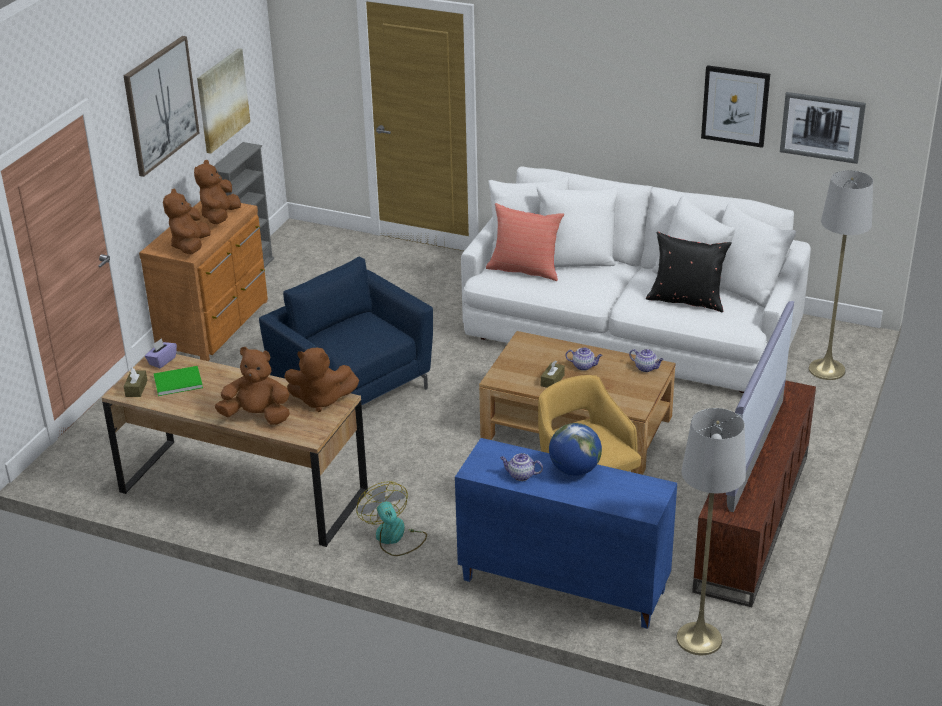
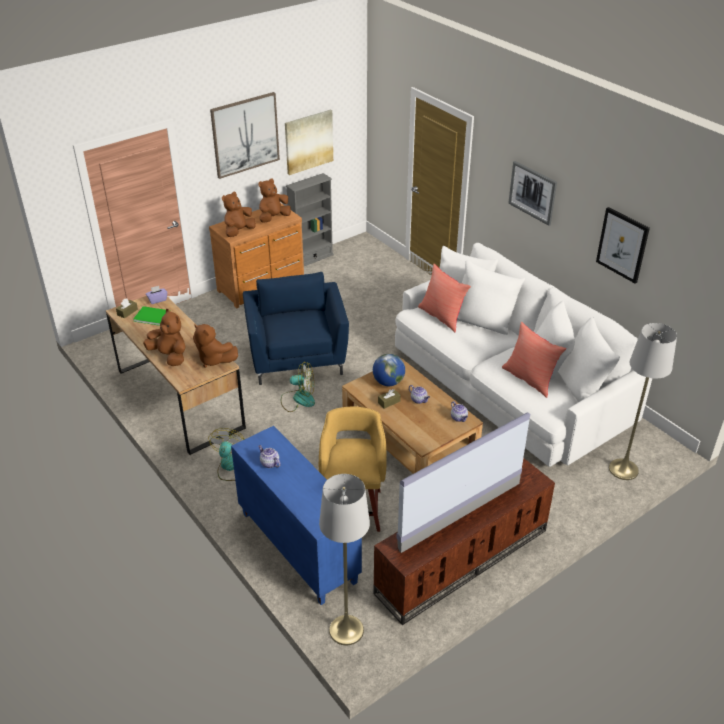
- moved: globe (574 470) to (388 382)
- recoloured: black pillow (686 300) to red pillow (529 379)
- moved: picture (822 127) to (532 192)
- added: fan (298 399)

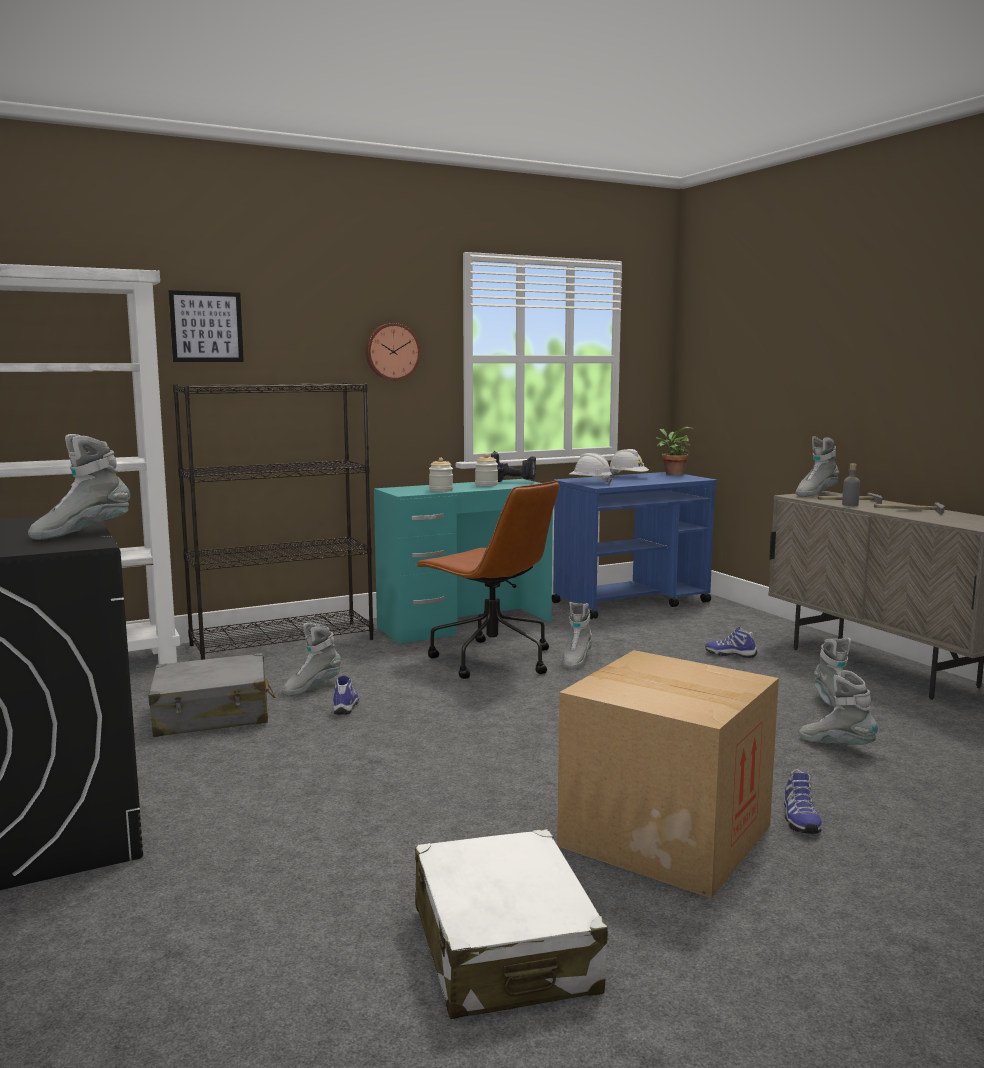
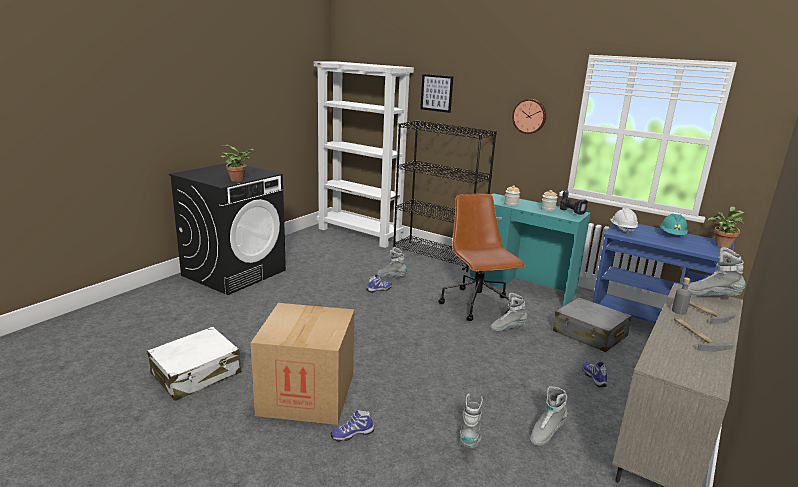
- replaced: grey boot (81 534) to potted plant (239 180)
- moved: grey suitcase (213 715) to (589 334)
- turned: brown office chair (490 659) = (477 305) 150 degrees clockwise
- recoloured: white hard hat (628 477) to turquoise hard hat (672 235)

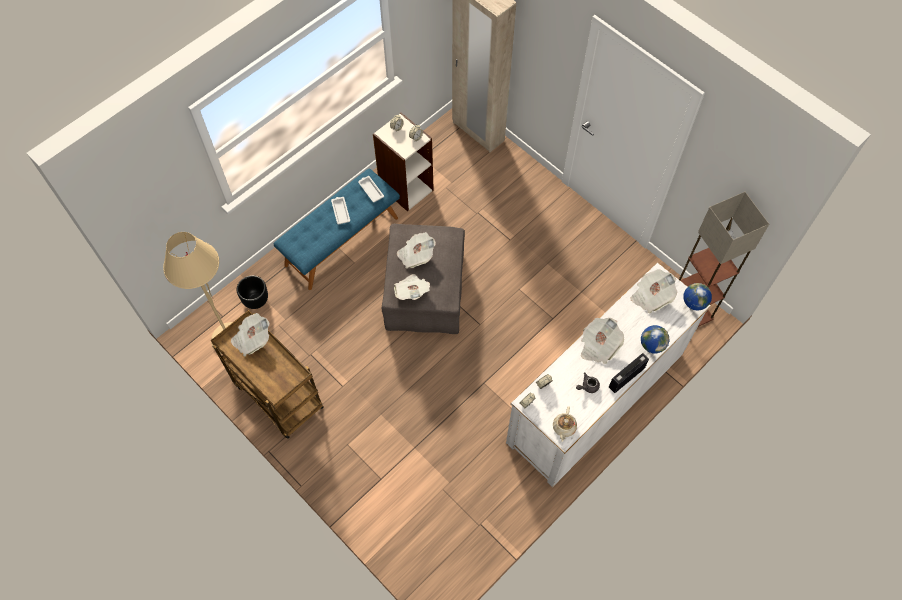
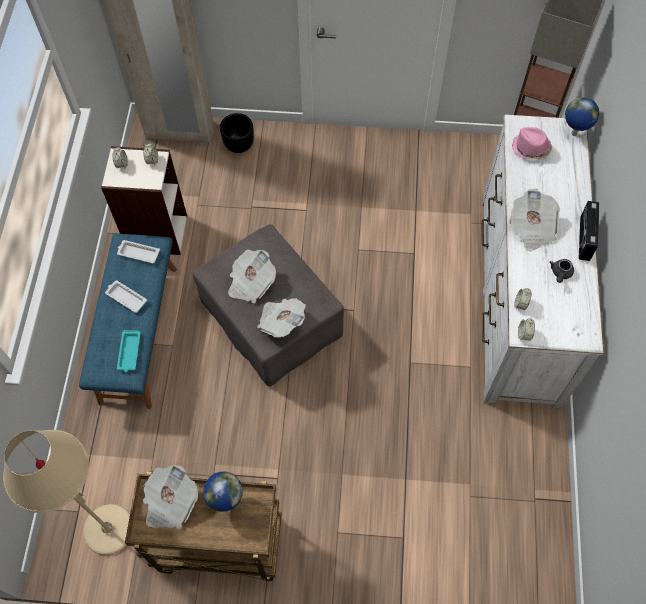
- moved: black planter (256 301) to (239 146)
- removed: beige teapot (564 427)
- replaced: newspaper (651 296) to pink hat (530 148)
- moved: globe (649 349) to (226 500)
- added: turquoise tray (129 352)

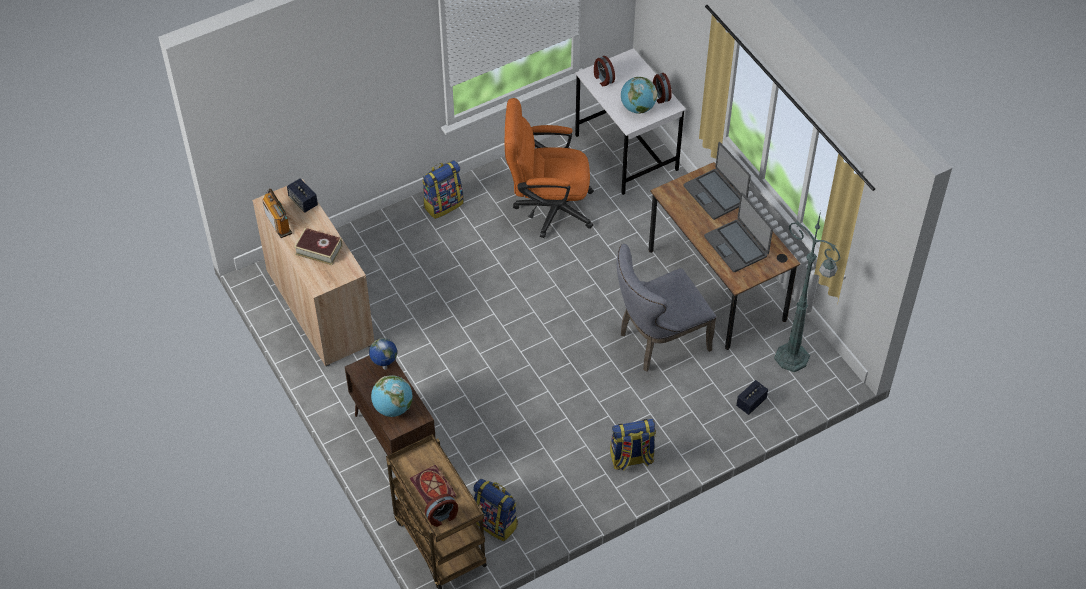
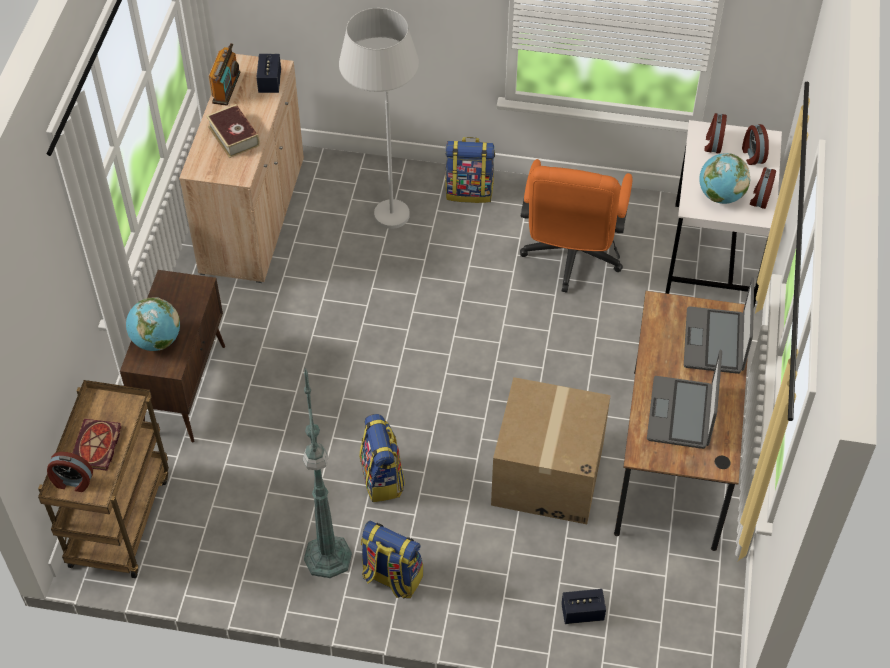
- removed: globe (384 368)
- moved: backpack (496 523) to (382 478)
- turned: orange office chair (547 208) = (570 259) 120 degrees counterclockwise
- replaced: grey chair (658 341) to cardboard box (547 474)
- moved: green floor lamp (793 358) to (328 559)
- added: white floor lamp (385 201)
- added: alarm clock (752 155)

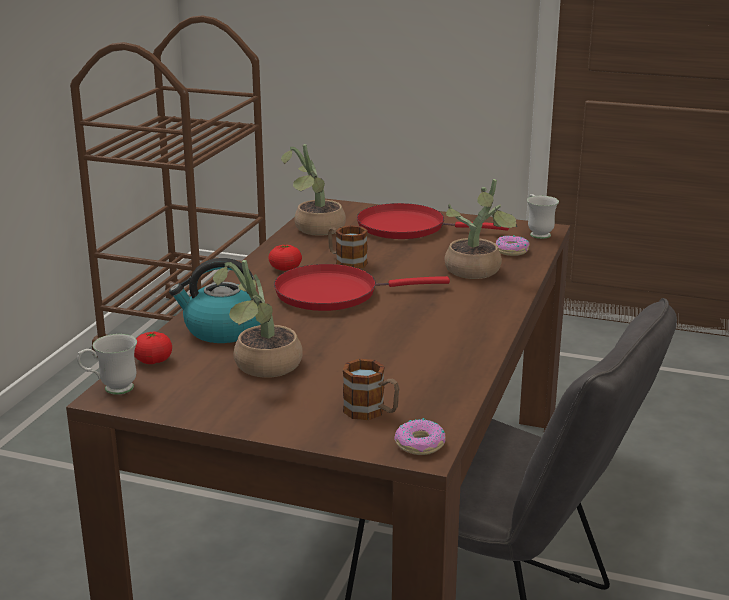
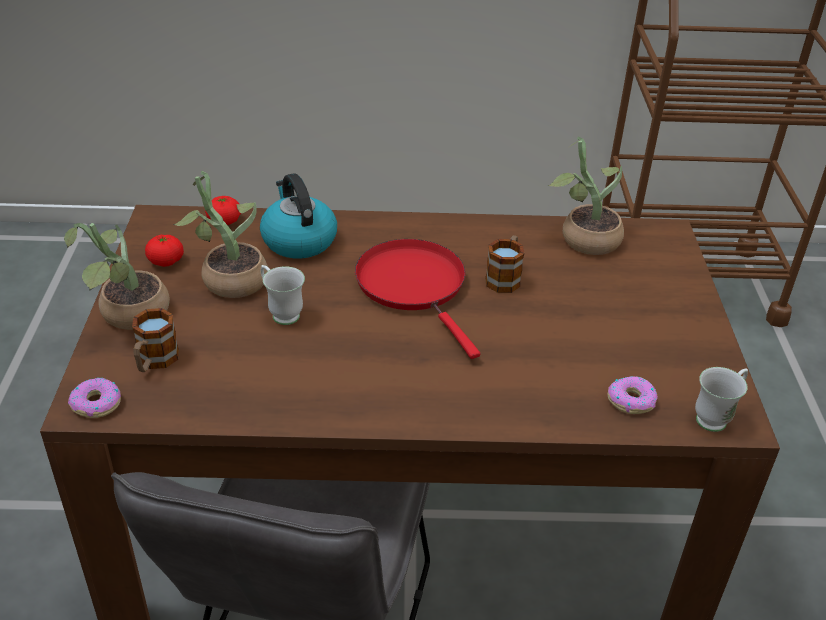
- moved: white mug (111 389) to (281 313)
- moved: tomato (285 268) to (166 261)
- removed: red frying pan (407 227)
- moved: potted plant (476 272) to (128 316)

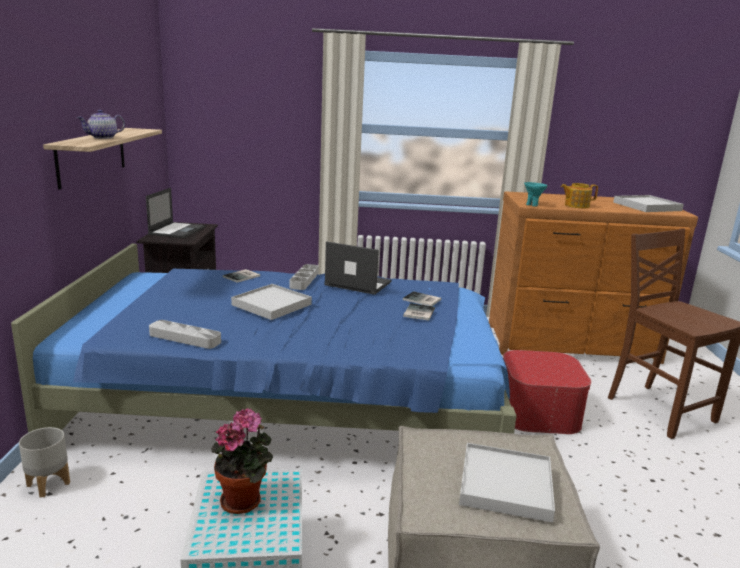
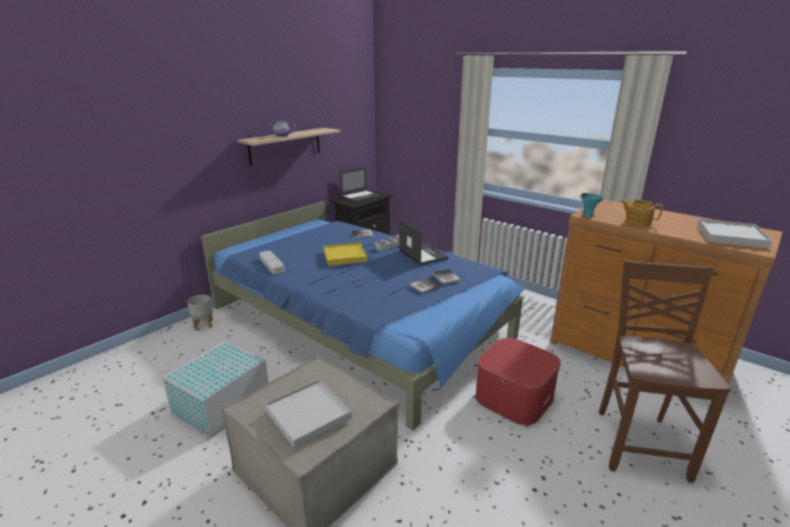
- removed: potted plant (244 500)
- recoloured: white tray (272 305) to yellow tray (345 256)

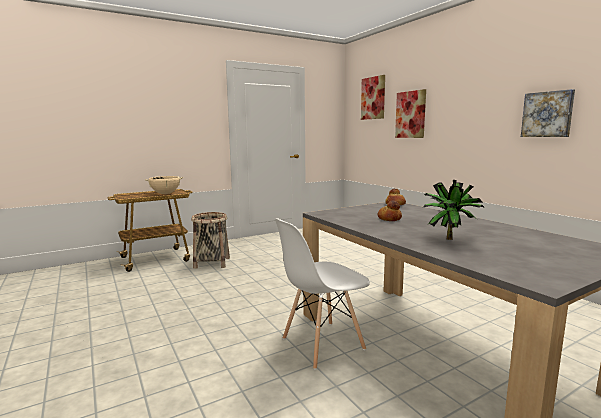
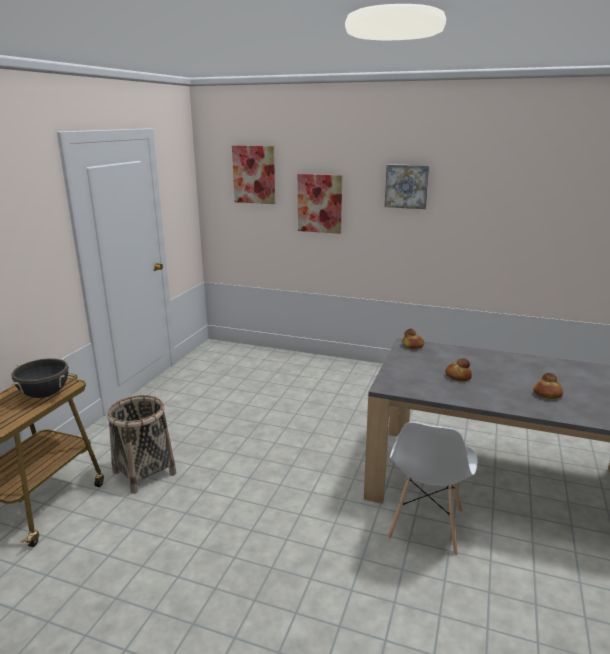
- recoloured: beige cooking pot (165 194) to black cooking pot (45 394)
- replaced: potted plant (448 238) to bread (547 394)
- moved: picture (547 114) to (406 186)

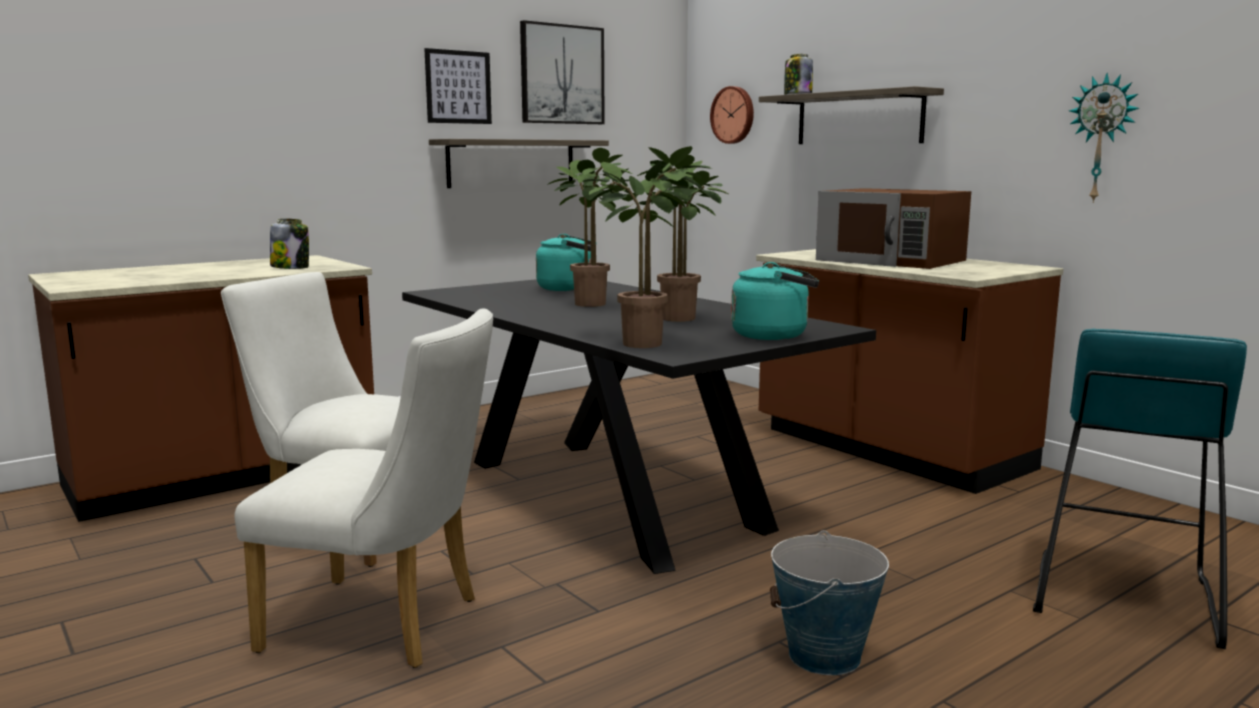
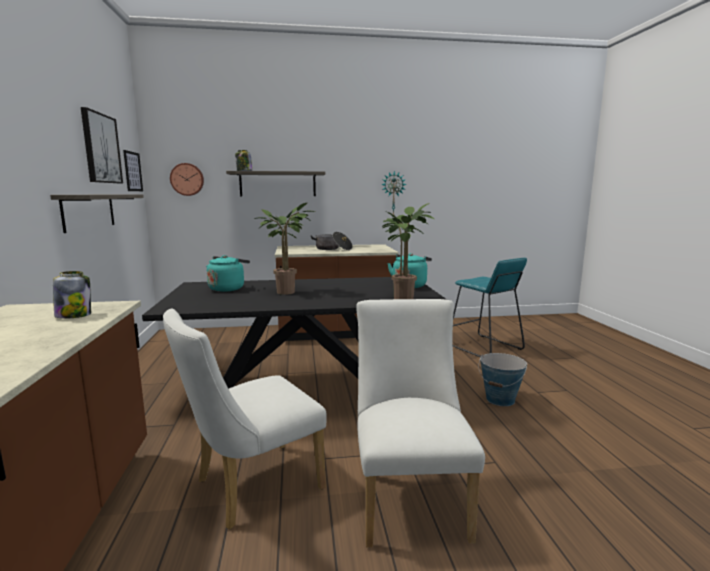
- turned: white chair (387 625) = (409 497) 45 degrees counterclockwise
- moved: picture (458 87) to (132 171)
- removed: potted plant (681 319)
- replaced: brown microwave (891 260) to cooking pot (332 249)

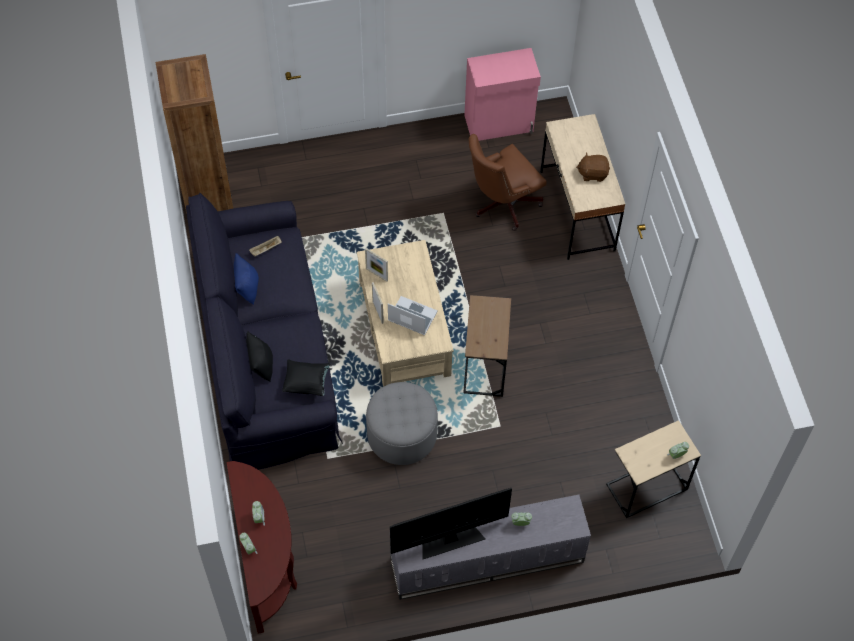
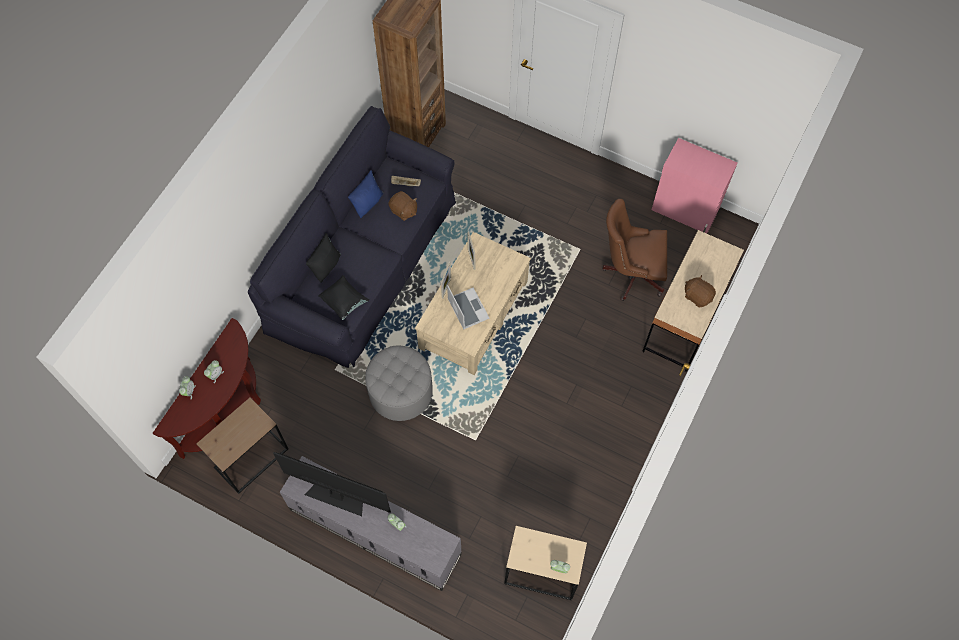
- moved: brown side table (485 365) to (251 458)
- added: brown plush toy (403 211)

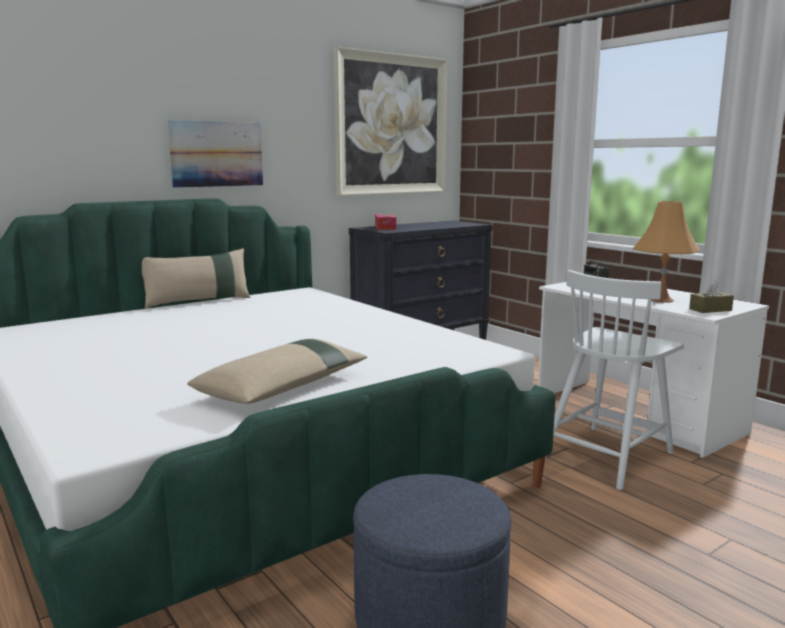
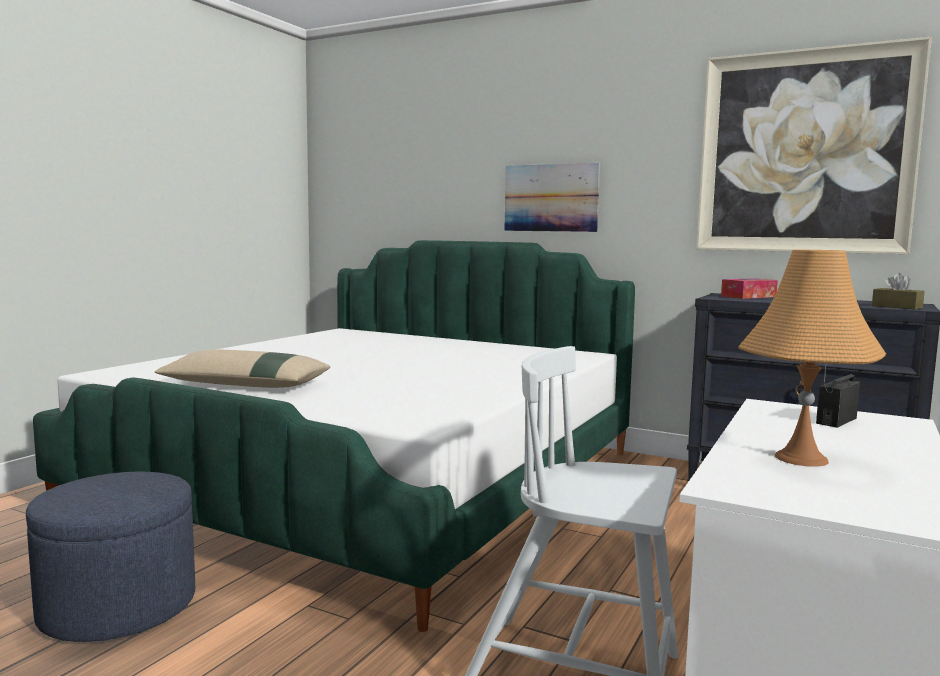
- removed: beige pillow (198 301)
- moved: brown tissue box (710 309) to (896 307)

